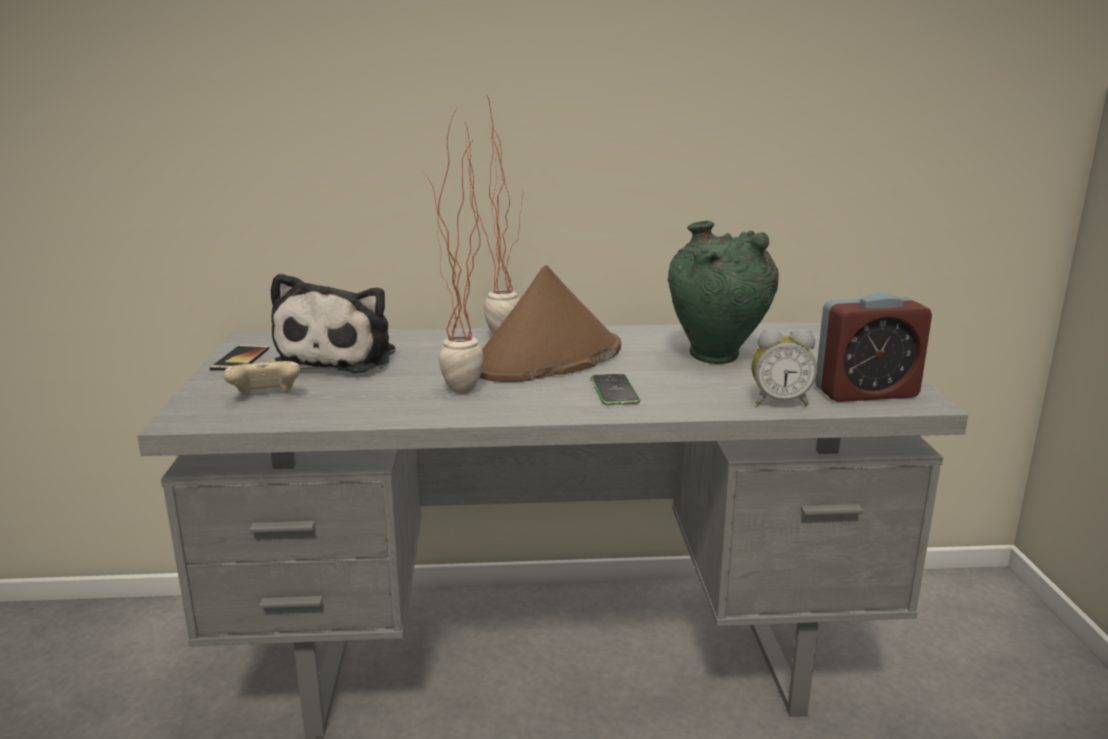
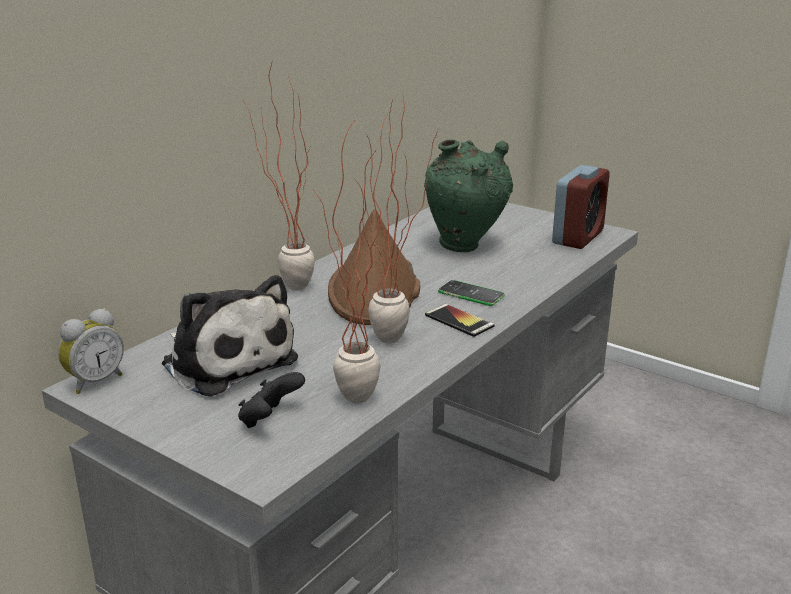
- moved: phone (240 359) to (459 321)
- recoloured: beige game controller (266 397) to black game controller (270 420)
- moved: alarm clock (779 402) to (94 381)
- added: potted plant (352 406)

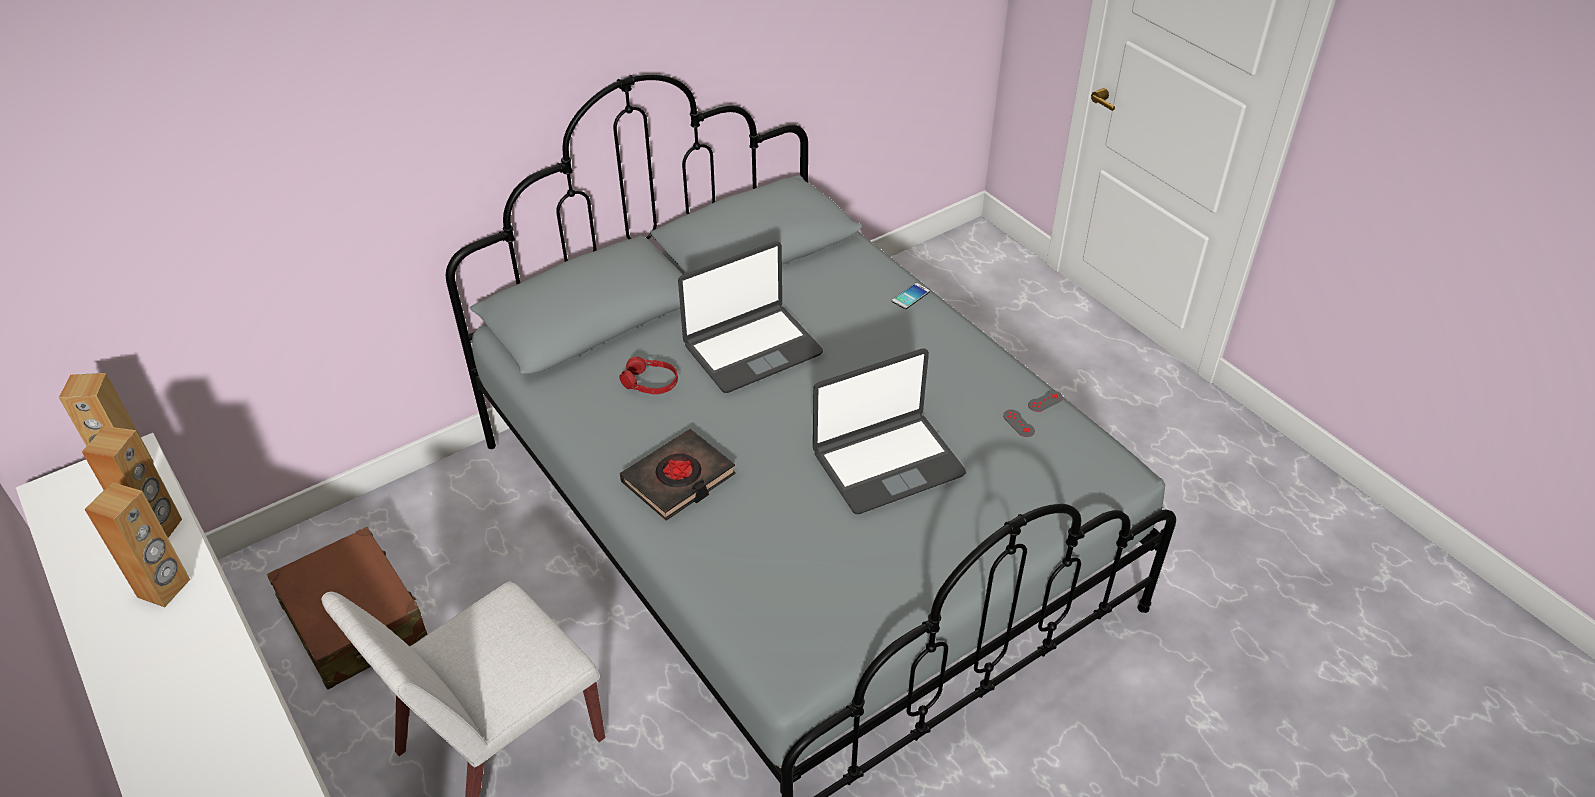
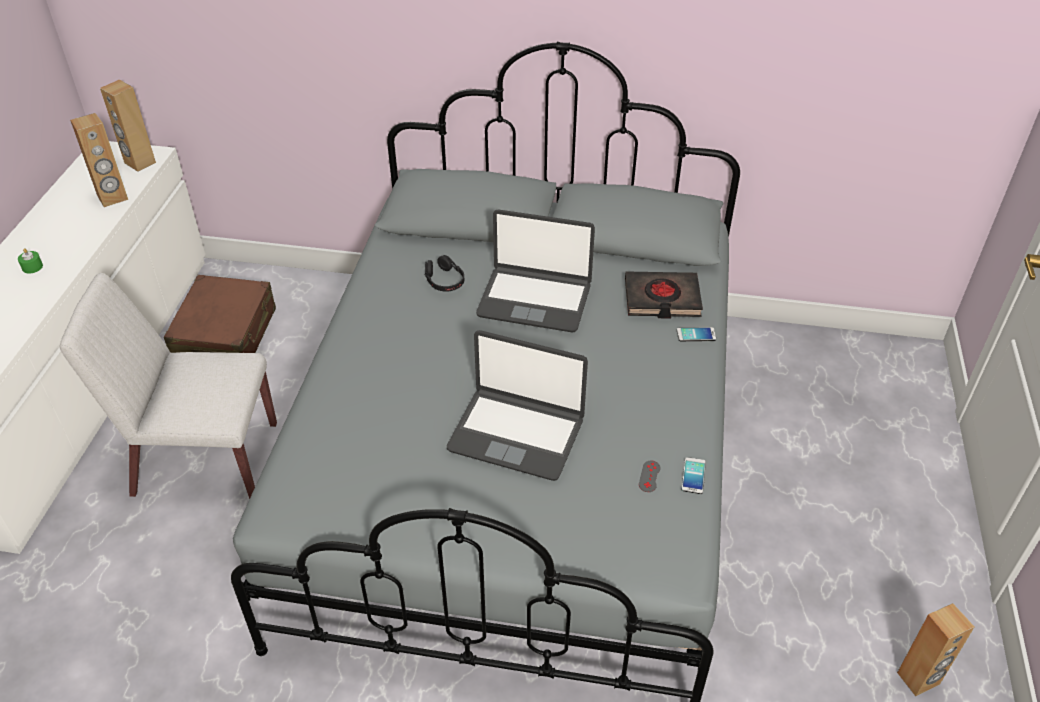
- moved: brown speaker (164 588) to (918 679)
- recoloured: red headphones (650 383) to black headphones (444 281)
- moved: black book (679 479) to (662 299)
- replaced: grey game controller (1045 401) to phone (693 476)
- added: green candle (32 267)

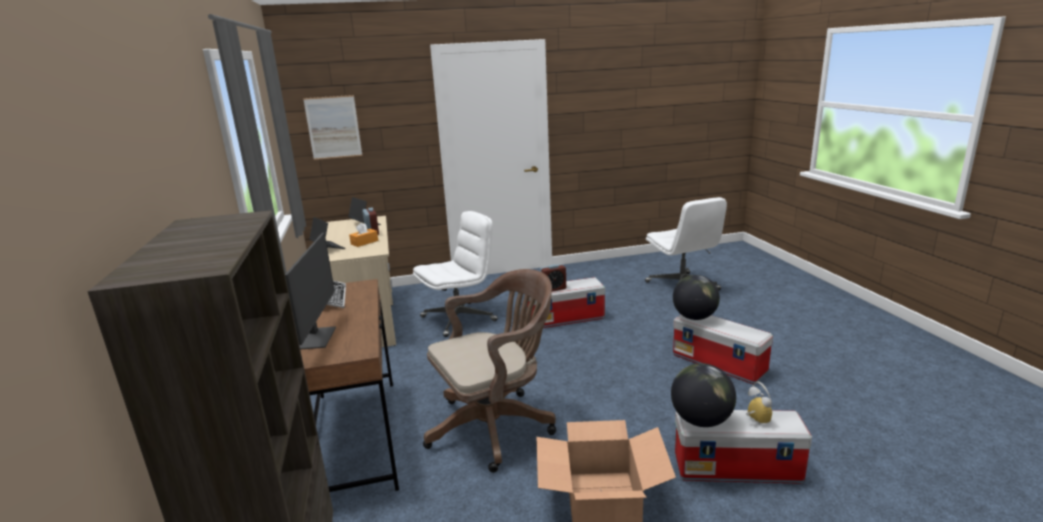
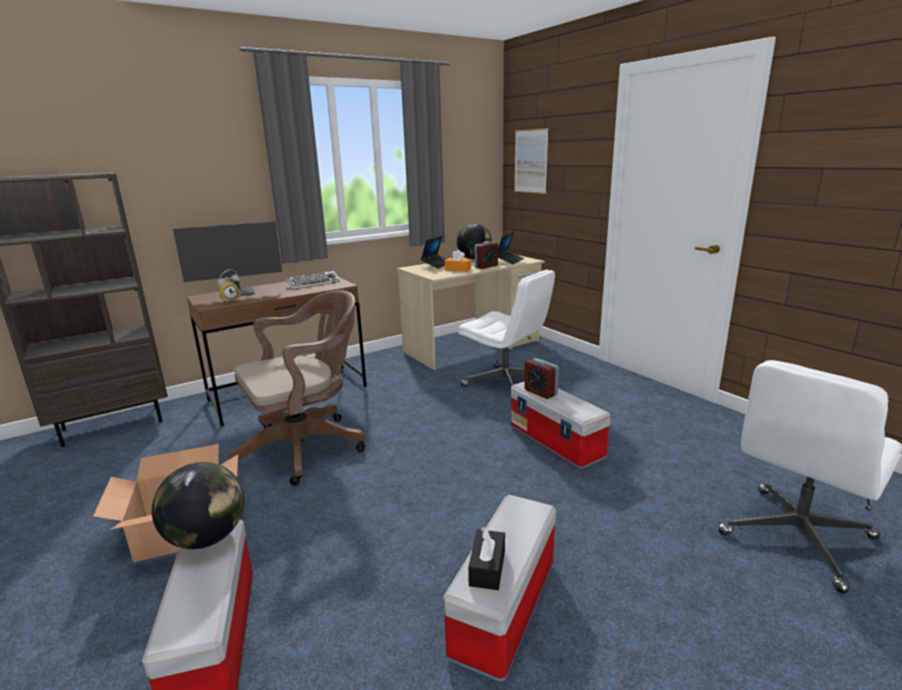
- turned: brown office chair (496 426) = (307 446) 75 degrees counterclockwise
- moved: globe (694 317) to (474 258)
- moved: alarm clock (754 420) to (231 300)
- added: black tissue box (487 568)

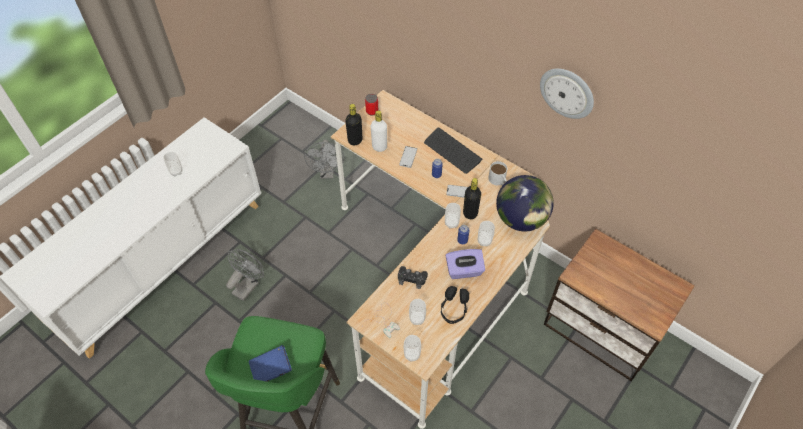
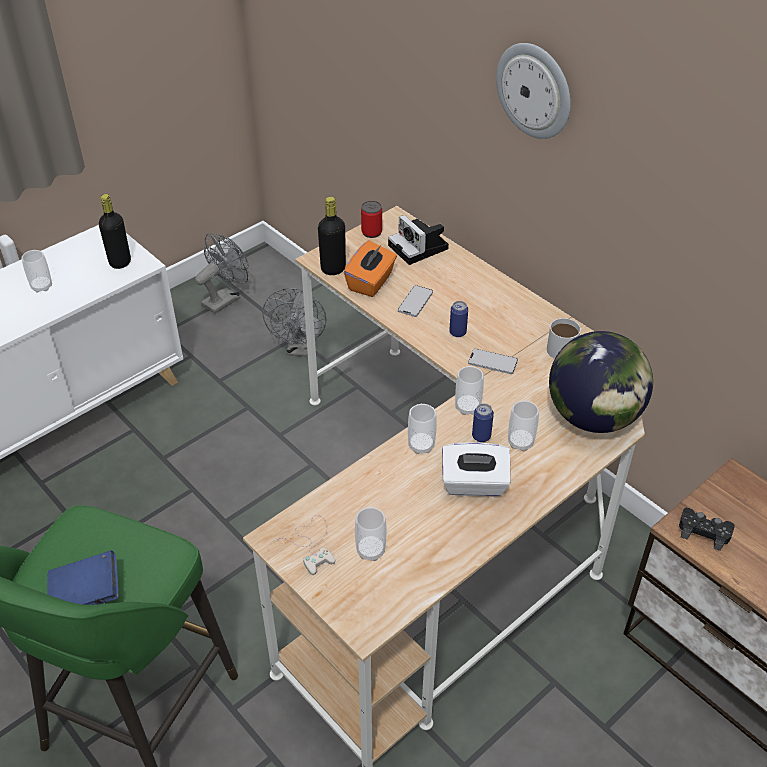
- moved: grey fan (248 285) to (225 299)
- replaced: white bottle (379 147) to orange tissue box (371 282)
- moved: black game controller (412 278) to (704 532)
- moved: cup (412 354) to (421 445)
- removed: keyboard (452 151)
- removed: black headphones (454 308)
- recoloured: purple tissue box (464 270) to white tissue box (474 484)
- moved: black bottle (470 213) to (120 262)
- moved: wall clock (567 92) to (535 90)
- added: photo camera (420 248)

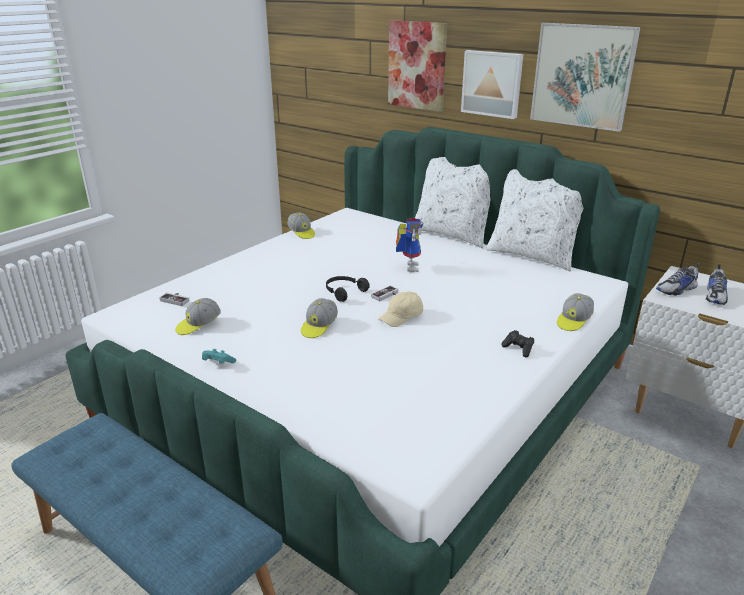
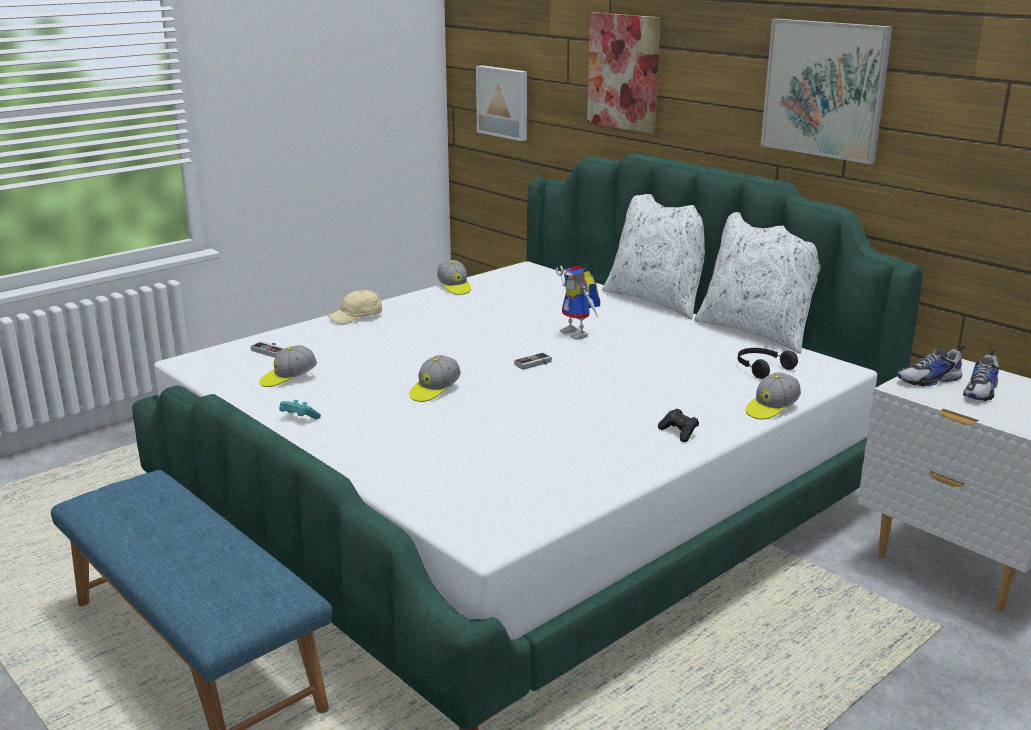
- moved: black headphones (344 292) to (761 368)
- moved: beige cap (401 317) to (356 317)
- turned: toy robot (408 266) = (579 334) 135 degrees clockwise
- moved: picture (492 83) to (504 102)

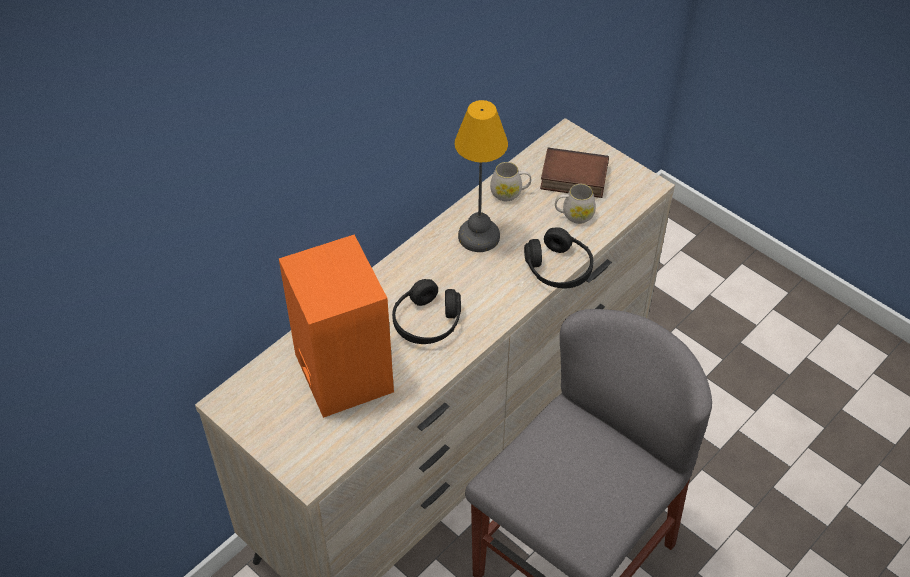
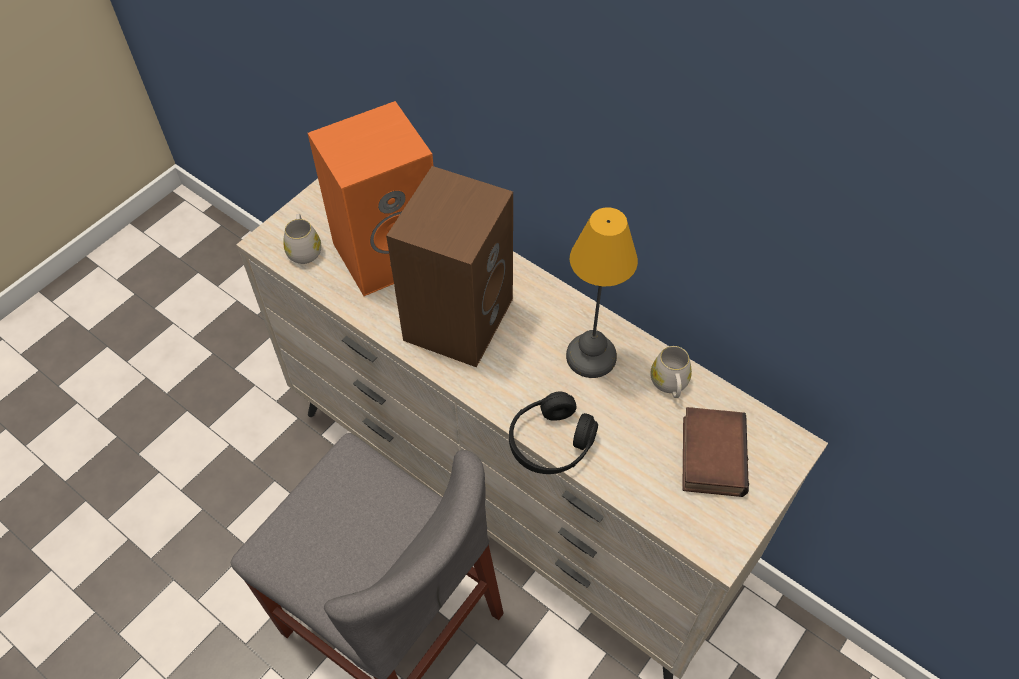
- replaced: black headphones (427 322) to brown speaker (457 316)
- moved: white mug (574 215) to (304 249)

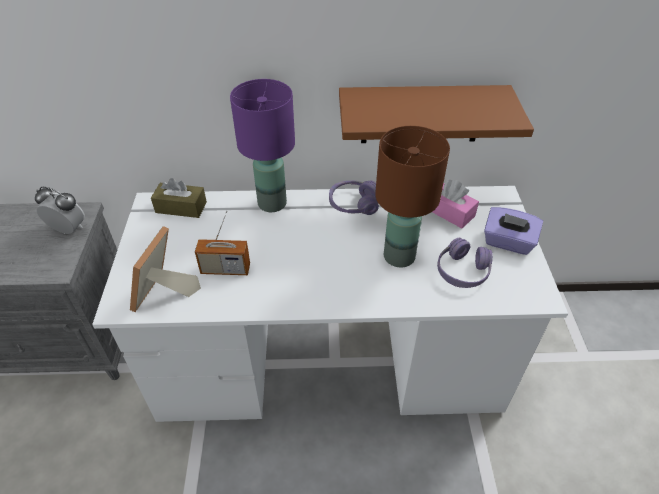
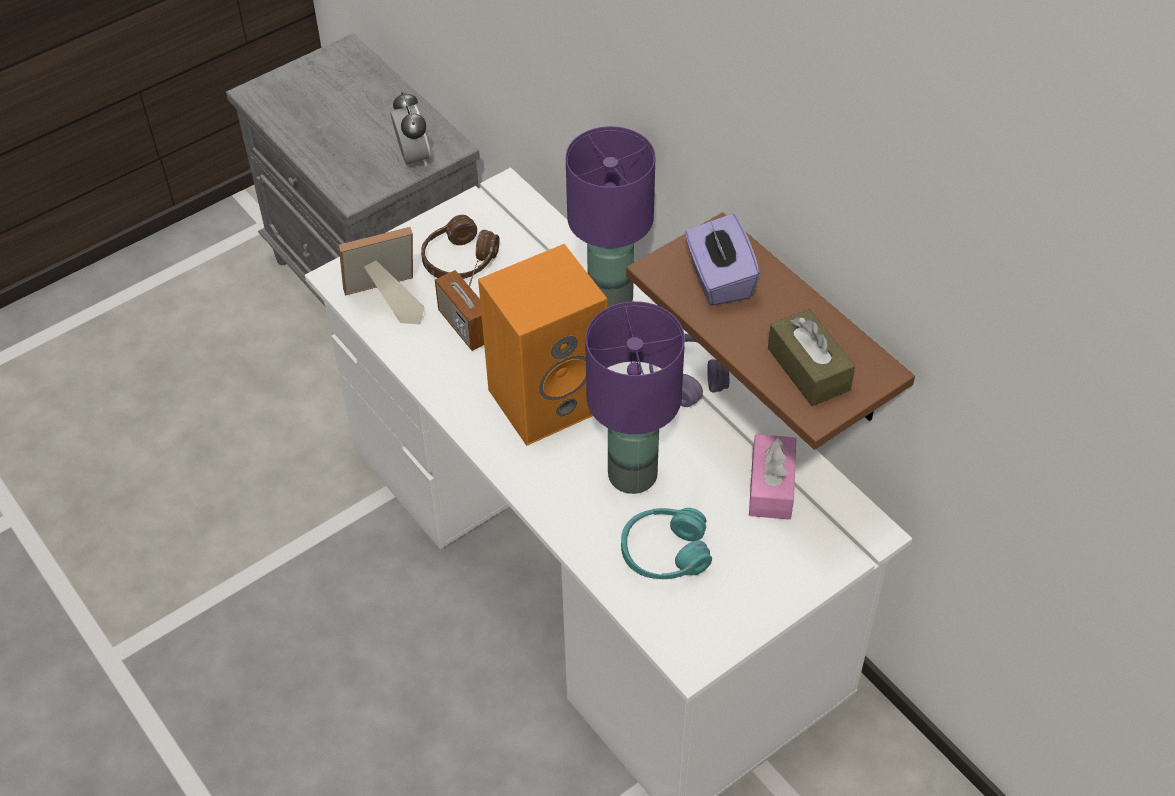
- moved: brown tissue box (181 207) to (808 369)
- recoloured: brown table lamp (400 256) to purple table lamp (633 475)
- recoloured: purple headphones (462 271) to turquoise headphones (664 553)
- moved: purple tissue box (507 242) to (719 279)
- added: brown headphones (459 260)
- added: orange speaker (549 397)

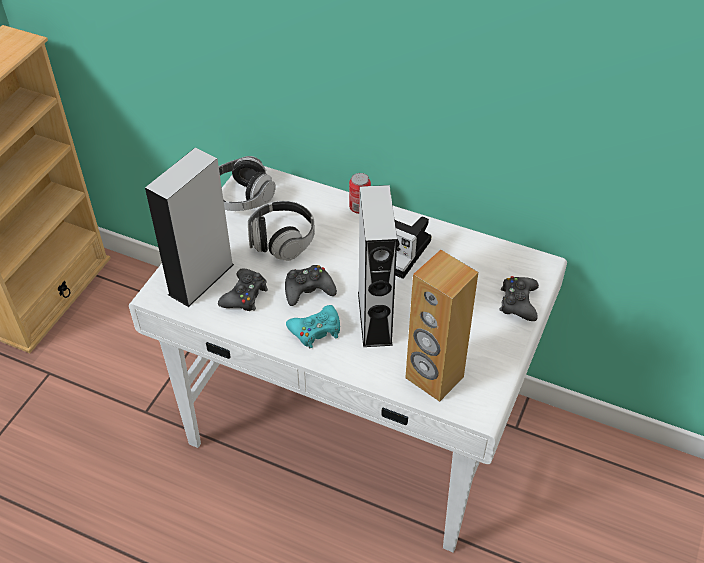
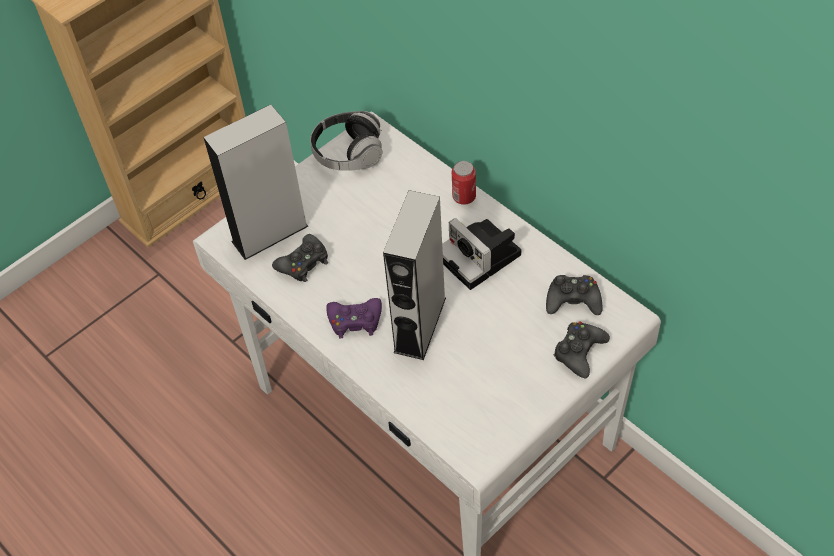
- removed: headphones (282 240)
- moved: black game controller (308 290) to (573 300)
- recoloured: turquoise game controller (316 330) to purple game controller (355 321)
- removed: brown speaker (434 378)

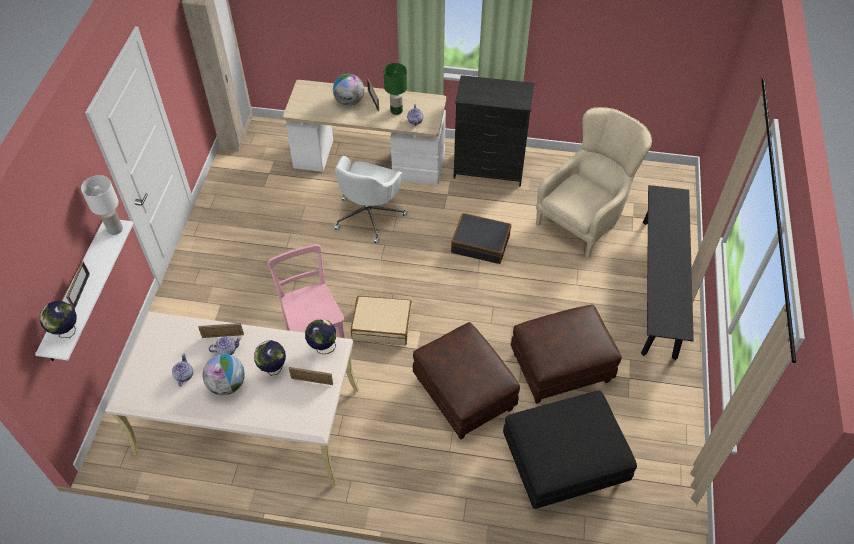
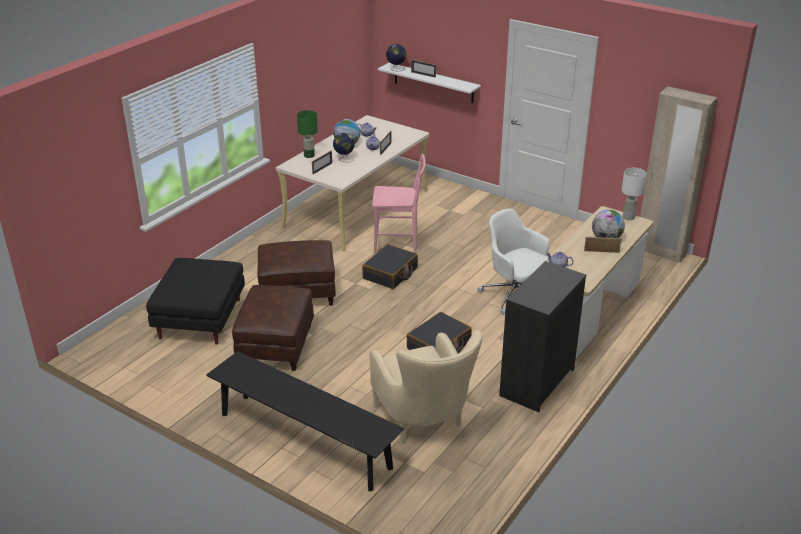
- moved: white table lamp (114 229) to (628 217)
- removed: globe (322 347)
- recoloured: beige suitcase (382 325) to black suitcase (390 273)
- moved: green table lamp (396 111) to (309 155)

